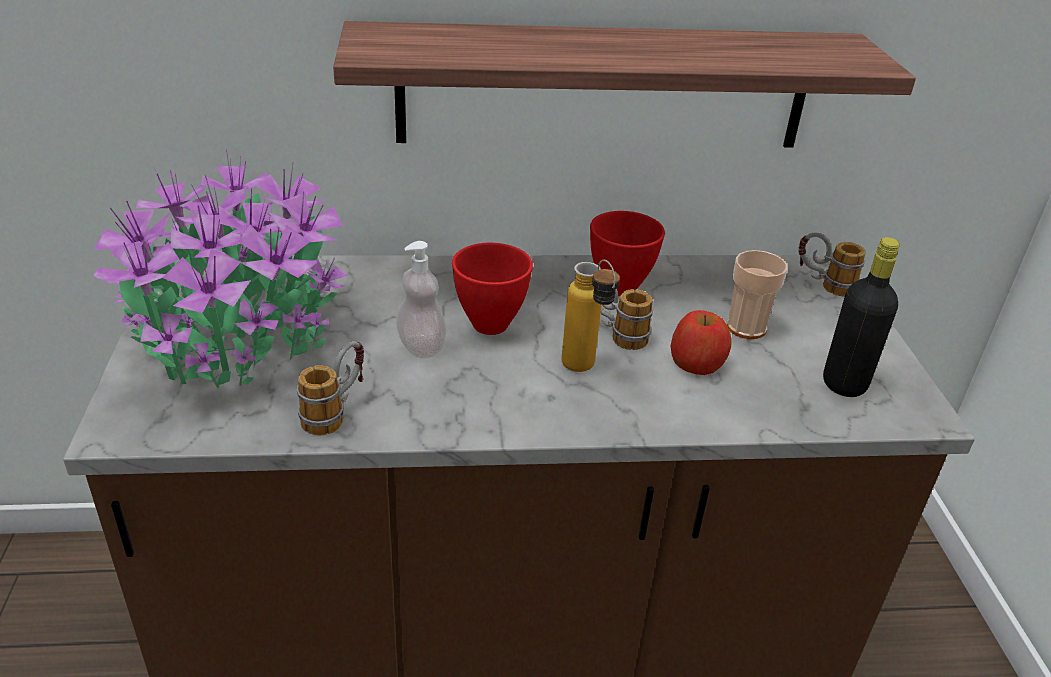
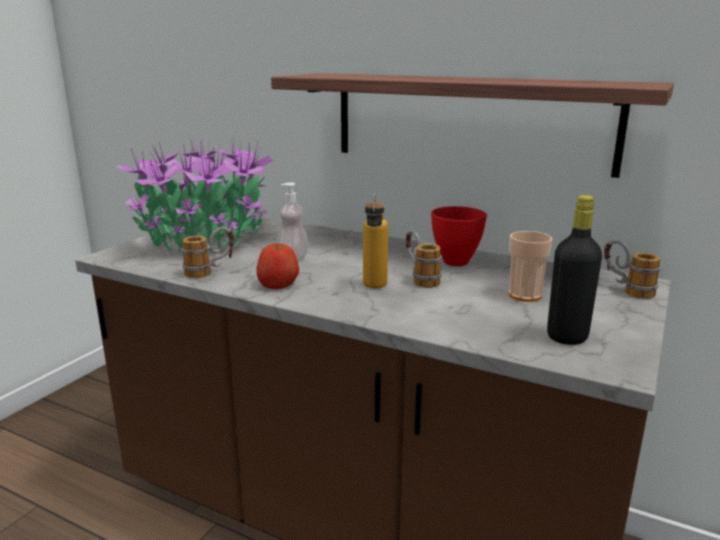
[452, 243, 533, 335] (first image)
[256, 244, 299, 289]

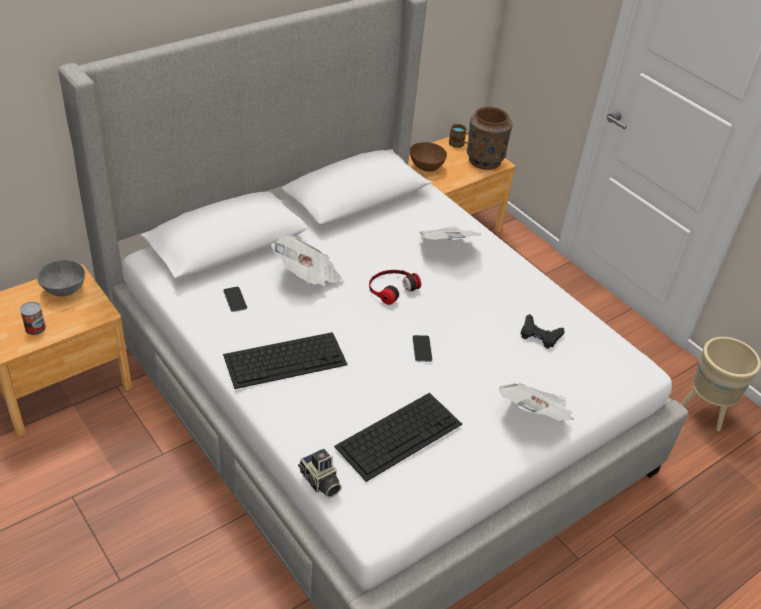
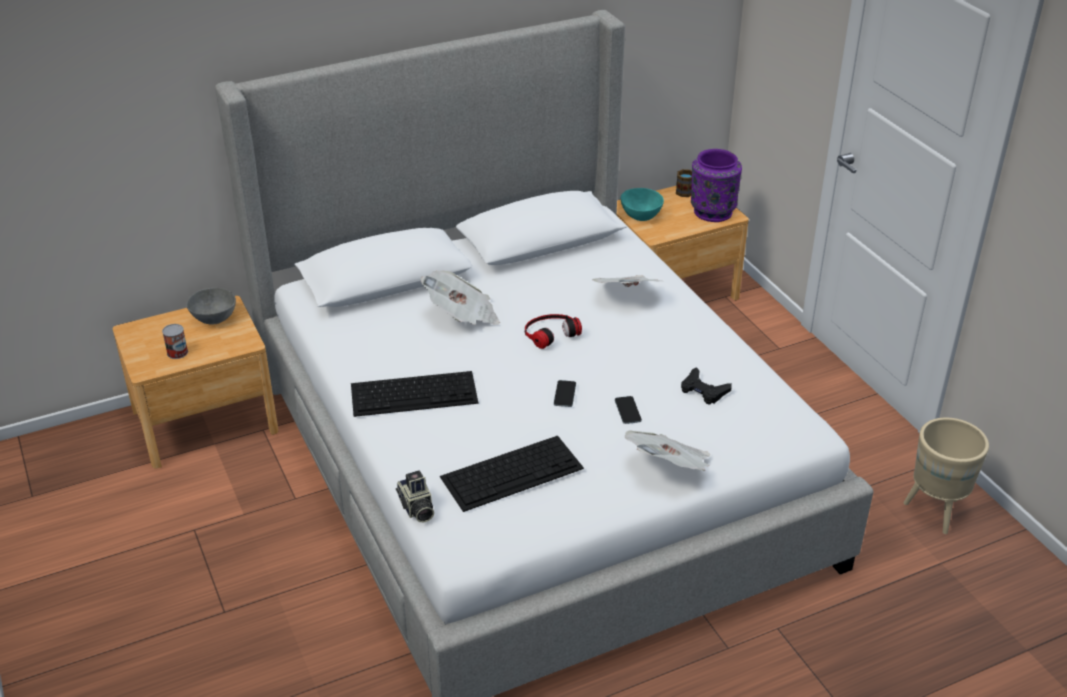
[615, 396, 642, 424]
[621, 188, 664, 221]
[691, 149, 742, 222]

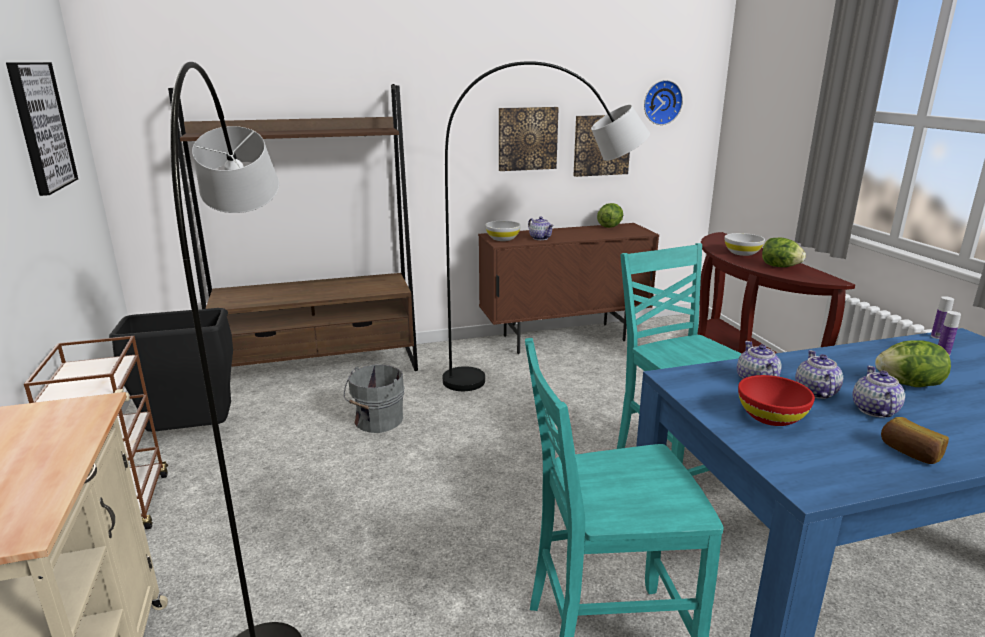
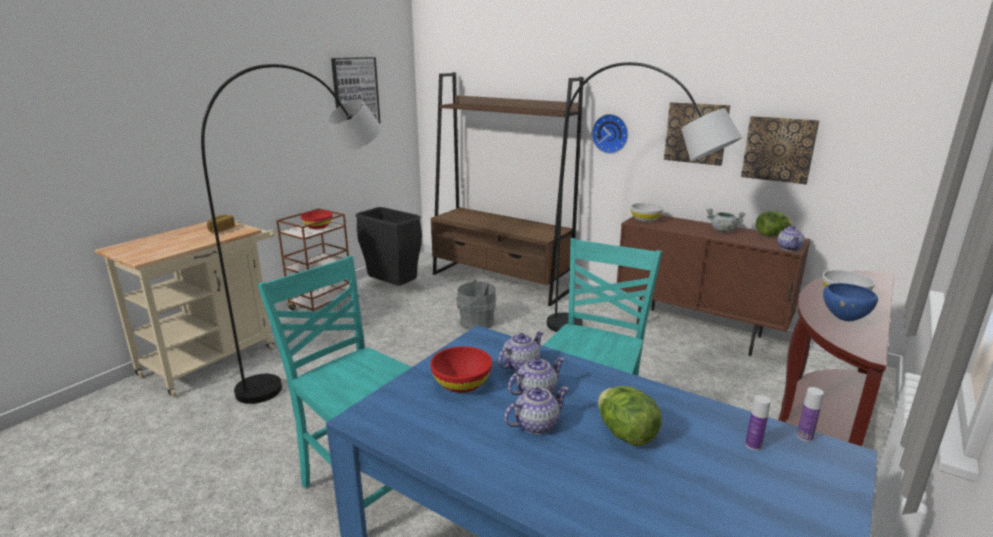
[301, 210, 332, 229]
[706, 208, 746, 233]
[777, 226, 805, 251]
[592, 114, 628, 154]
[207, 215, 235, 233]
[823, 283, 878, 321]

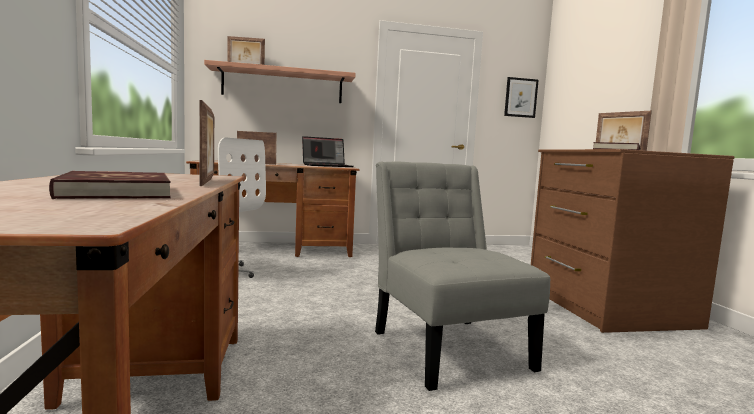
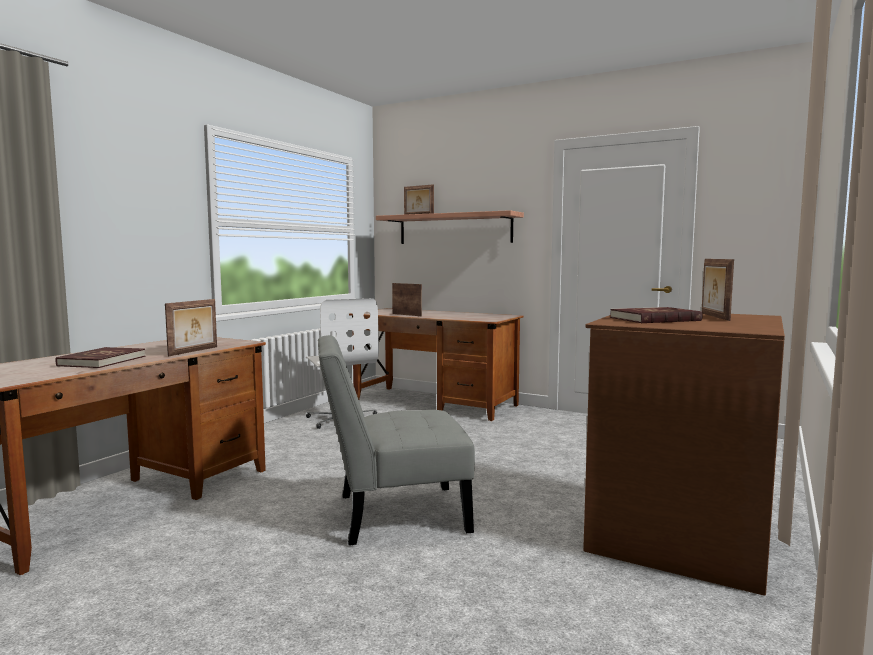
[302, 136, 353, 167] (first image)
[504, 77, 539, 118] (first image)
[318, 335, 475, 545]

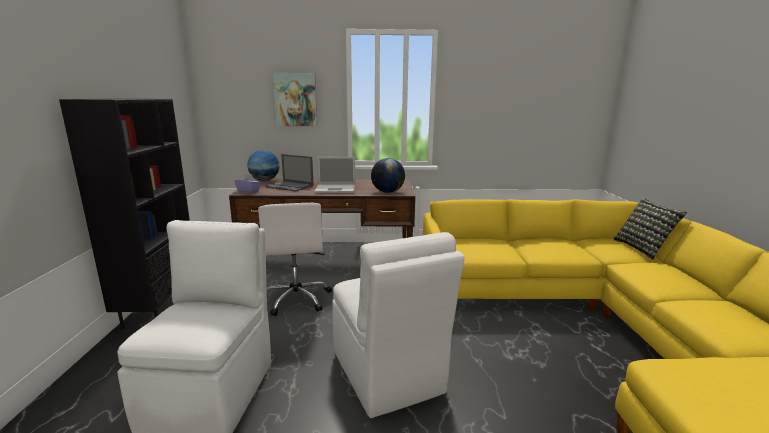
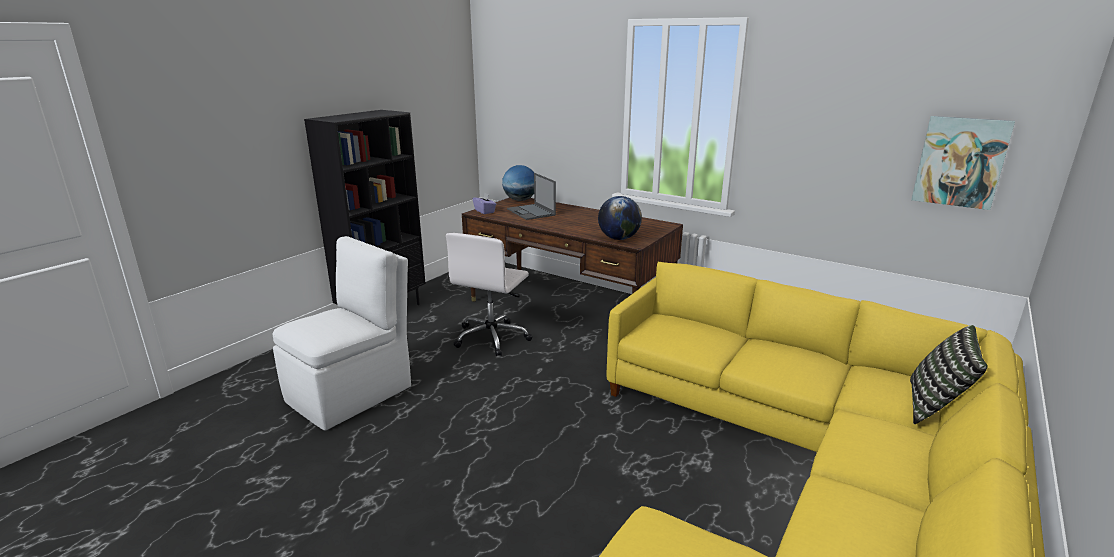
[314, 156, 355, 193] (first image)
[332, 232, 465, 418] (first image)
[911, 116, 1015, 210]

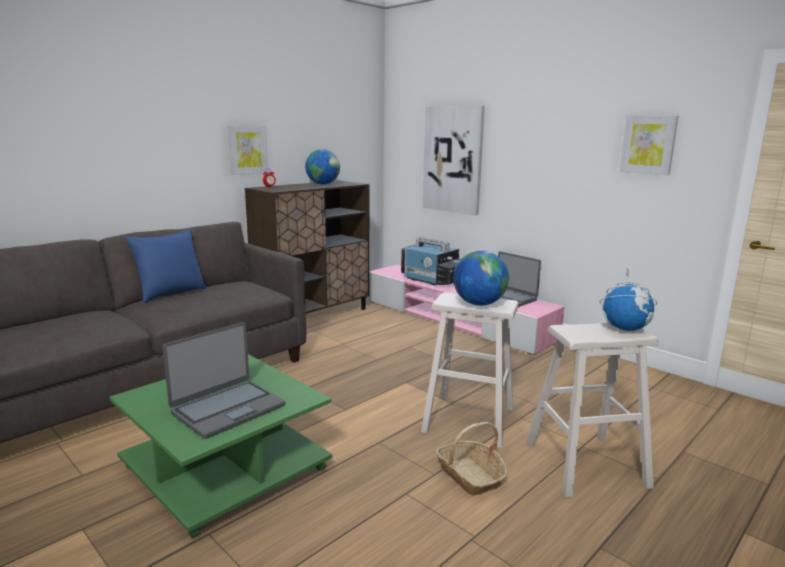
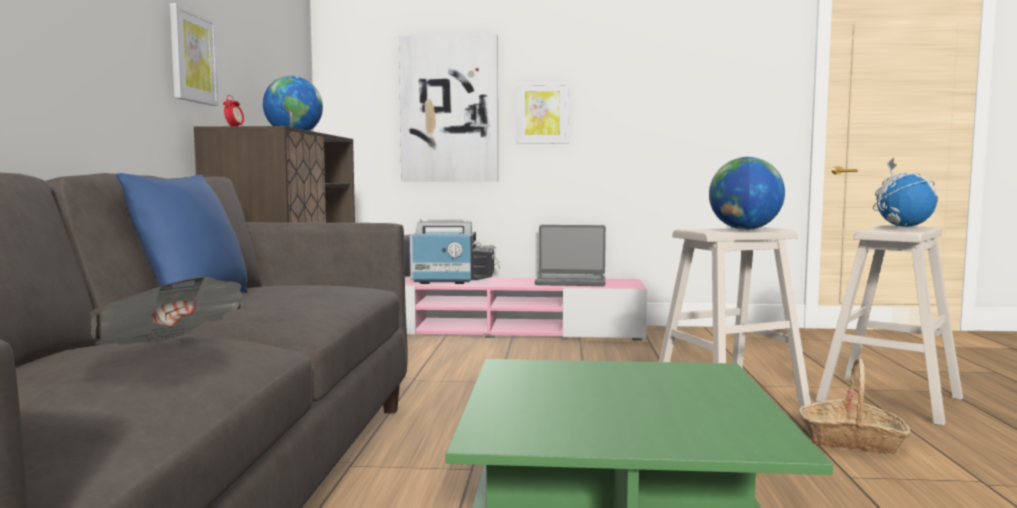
[162, 322, 285, 439] (first image)
[90, 277, 243, 345]
[516, 82, 569, 144]

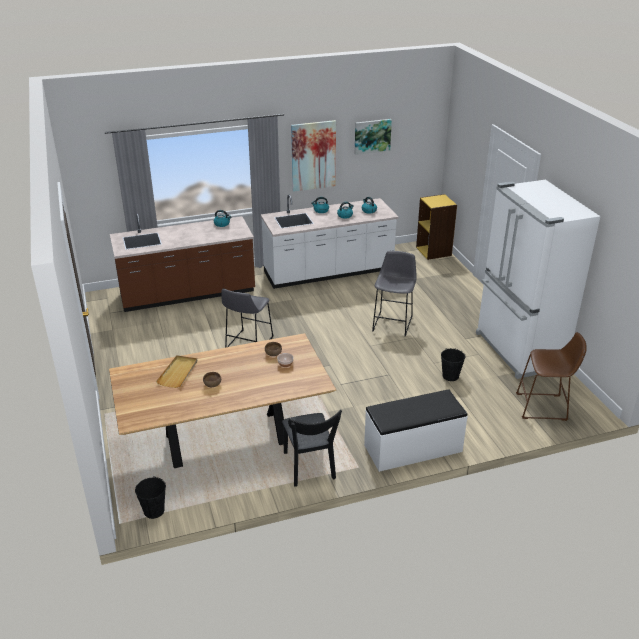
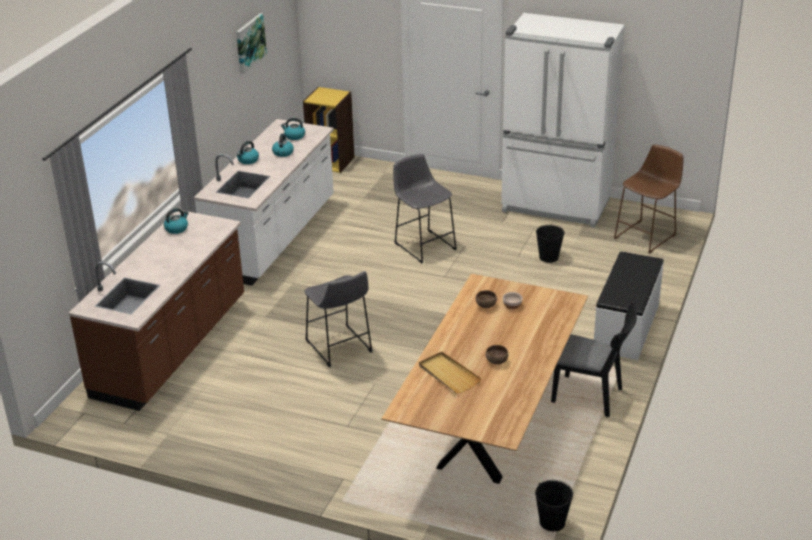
[291, 120, 336, 192] (first image)

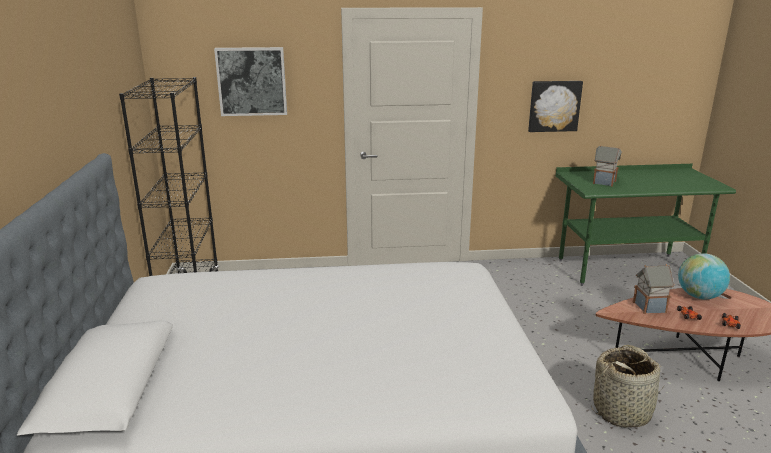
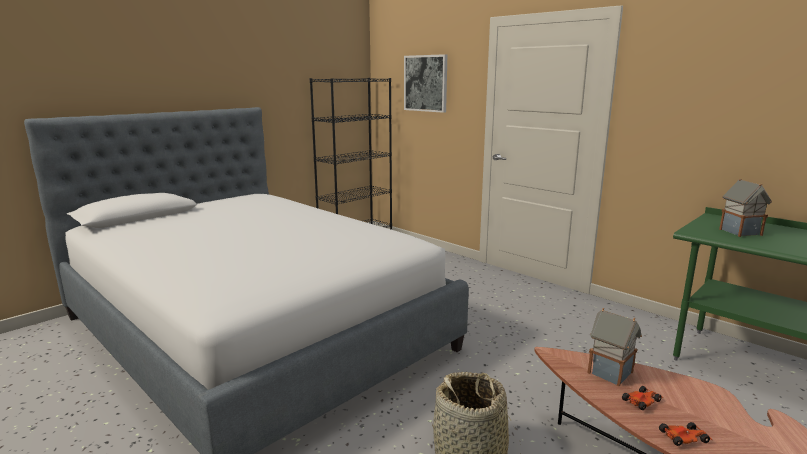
[528, 81, 583, 132] (first image)
[678, 253, 730, 299] (first image)

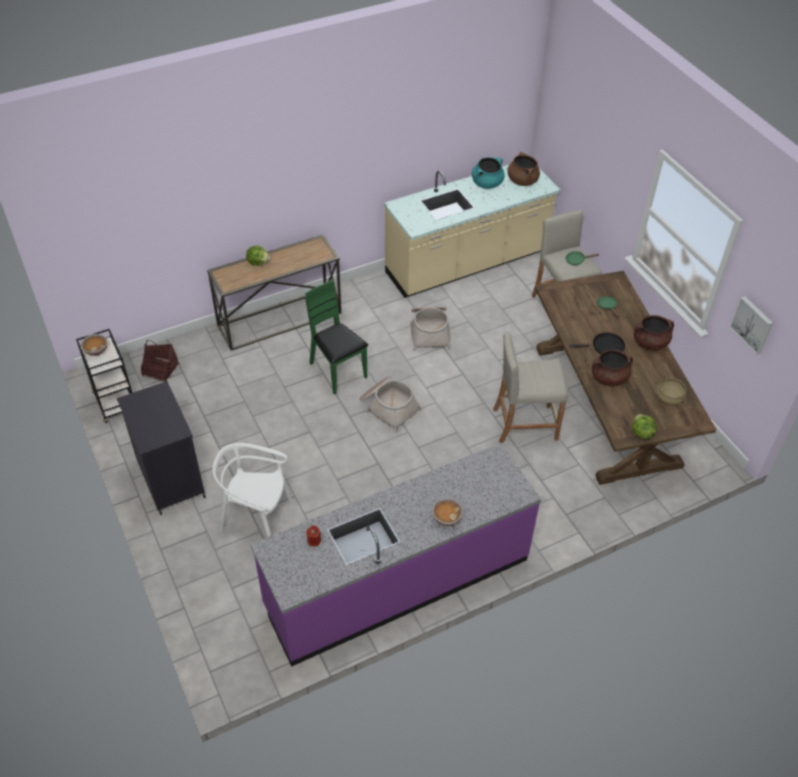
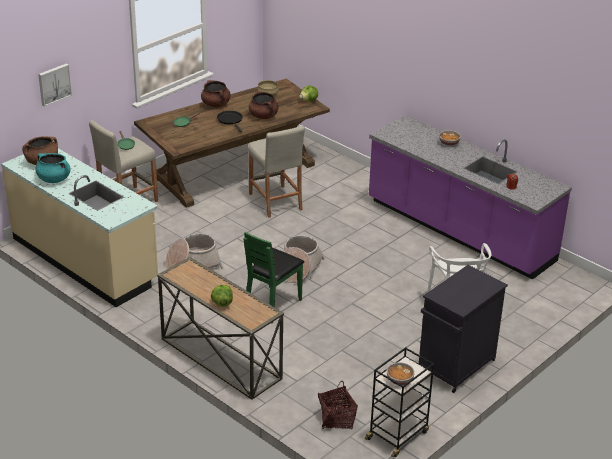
[38, 63, 72, 106]

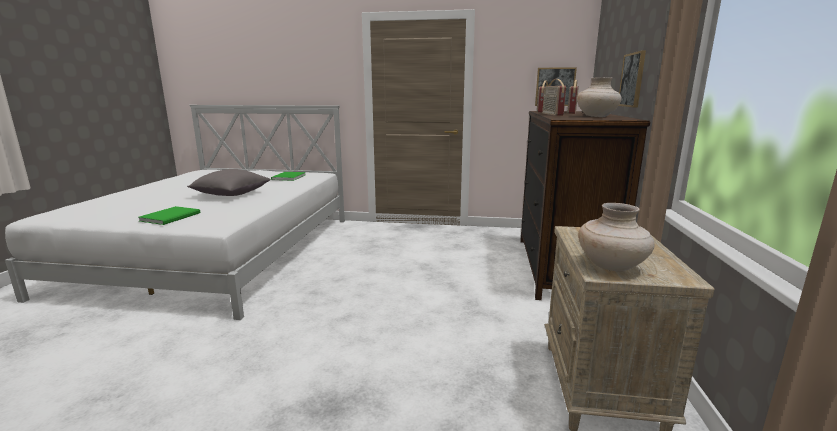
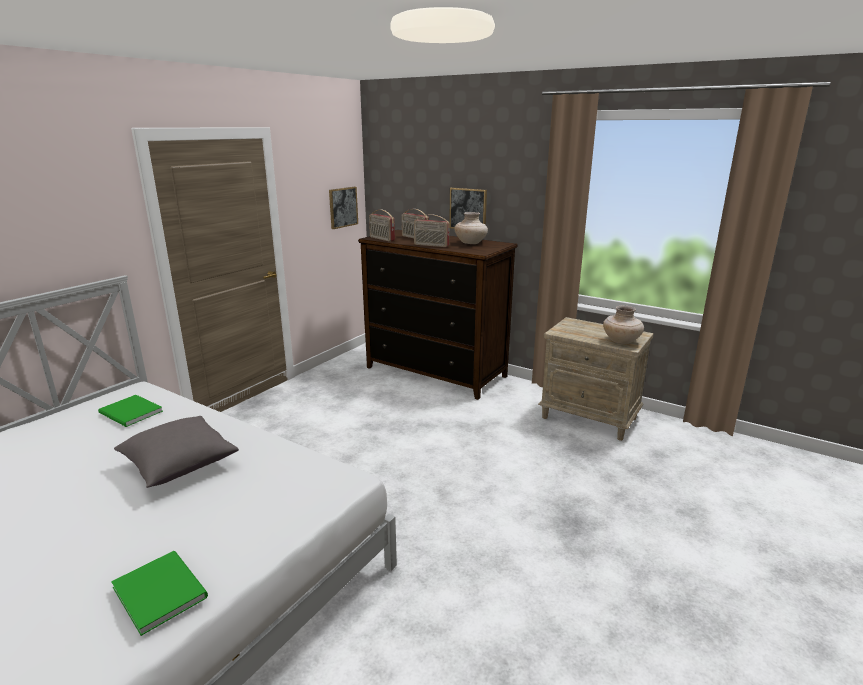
[111, 551, 208, 636]

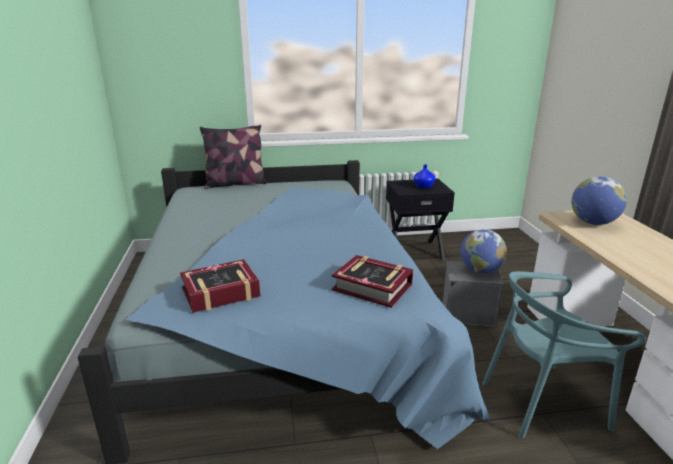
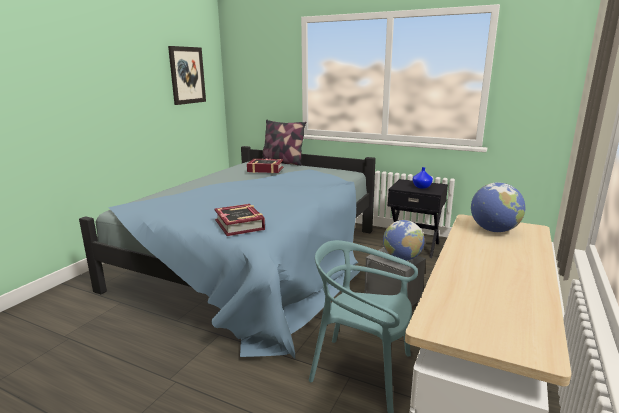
[168, 46, 206, 105]
[247, 158, 284, 173]

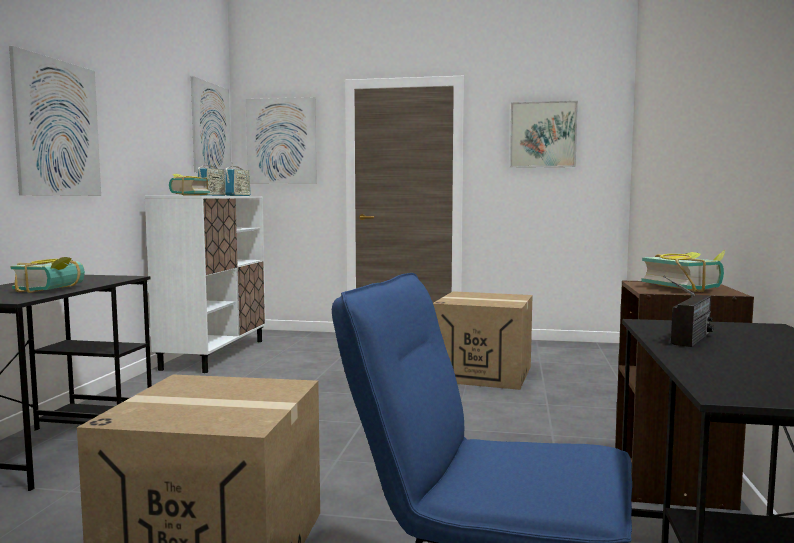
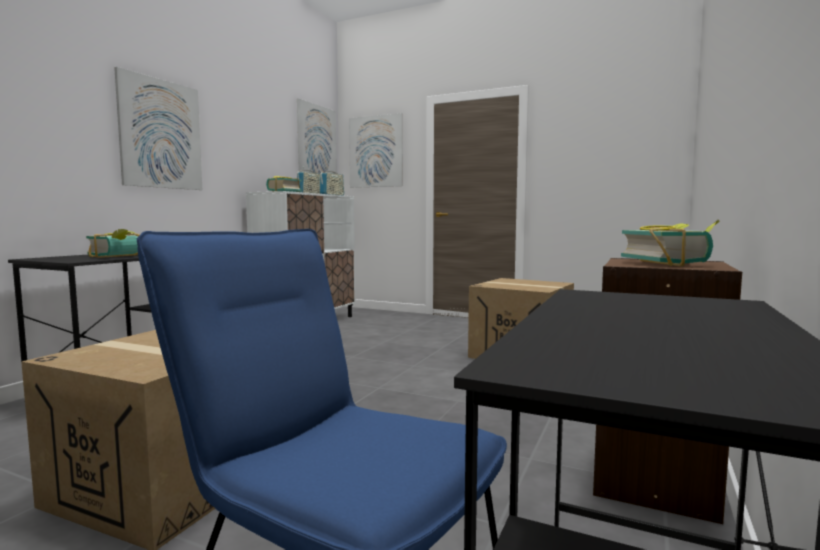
[510, 101, 578, 168] (first image)
[664, 276, 714, 347] (first image)

